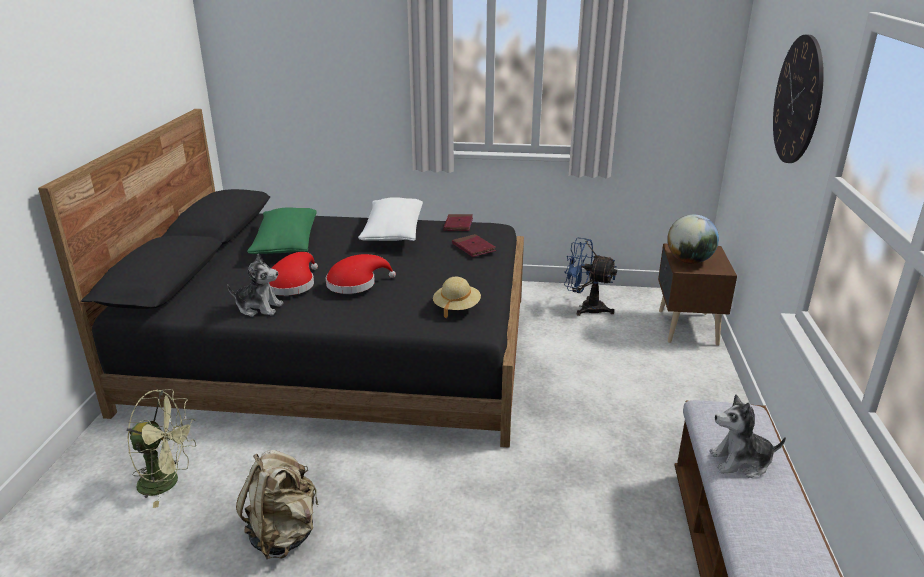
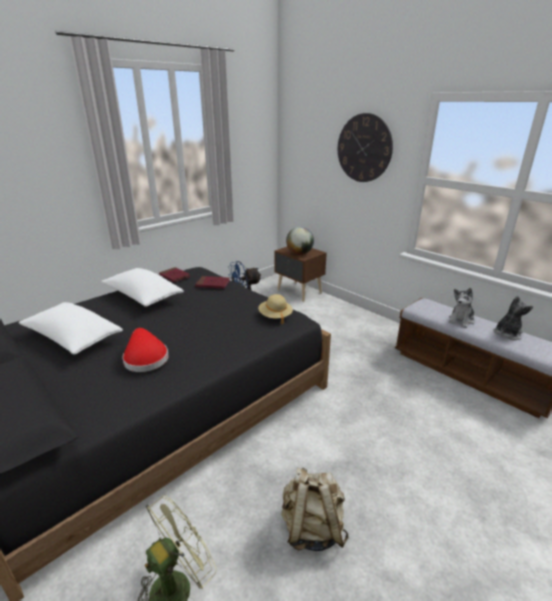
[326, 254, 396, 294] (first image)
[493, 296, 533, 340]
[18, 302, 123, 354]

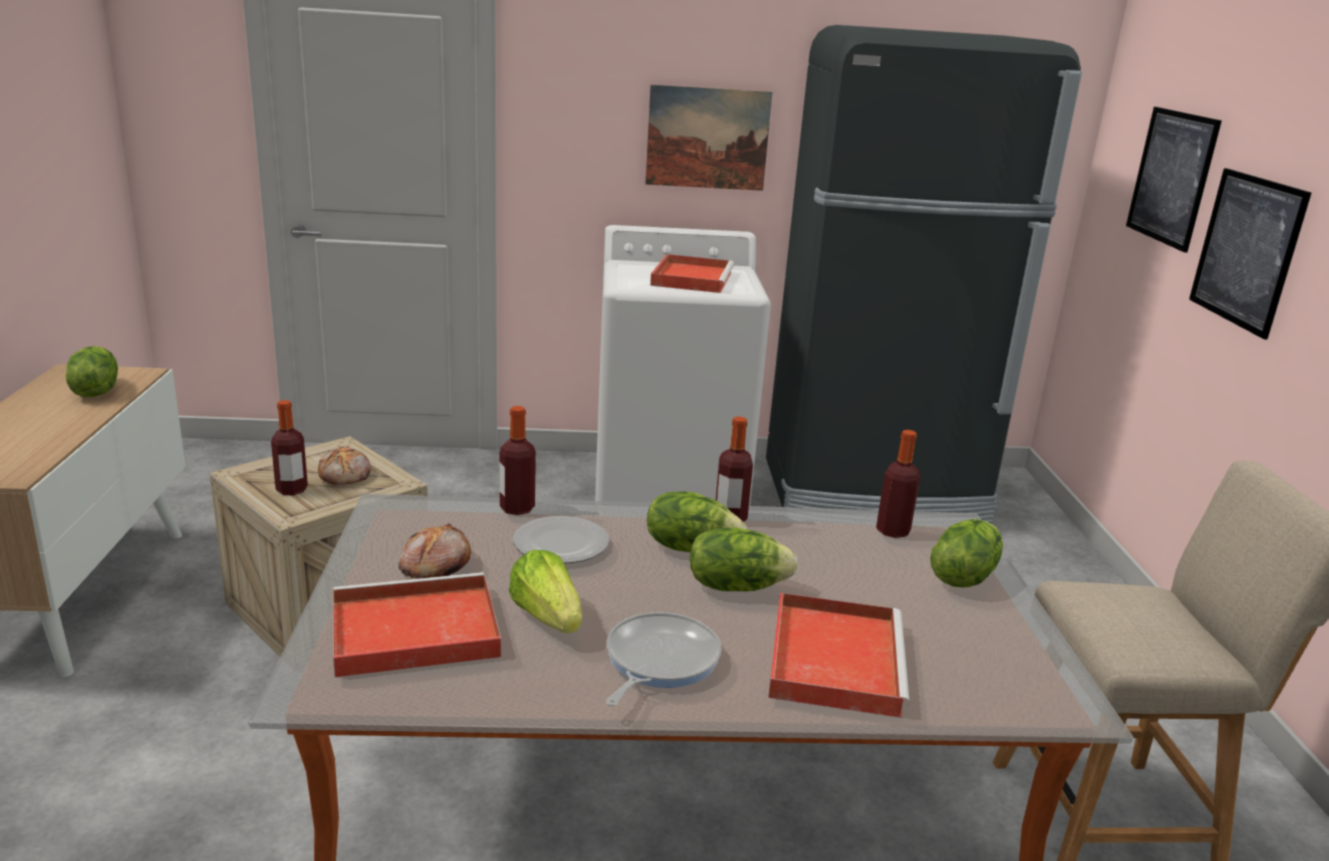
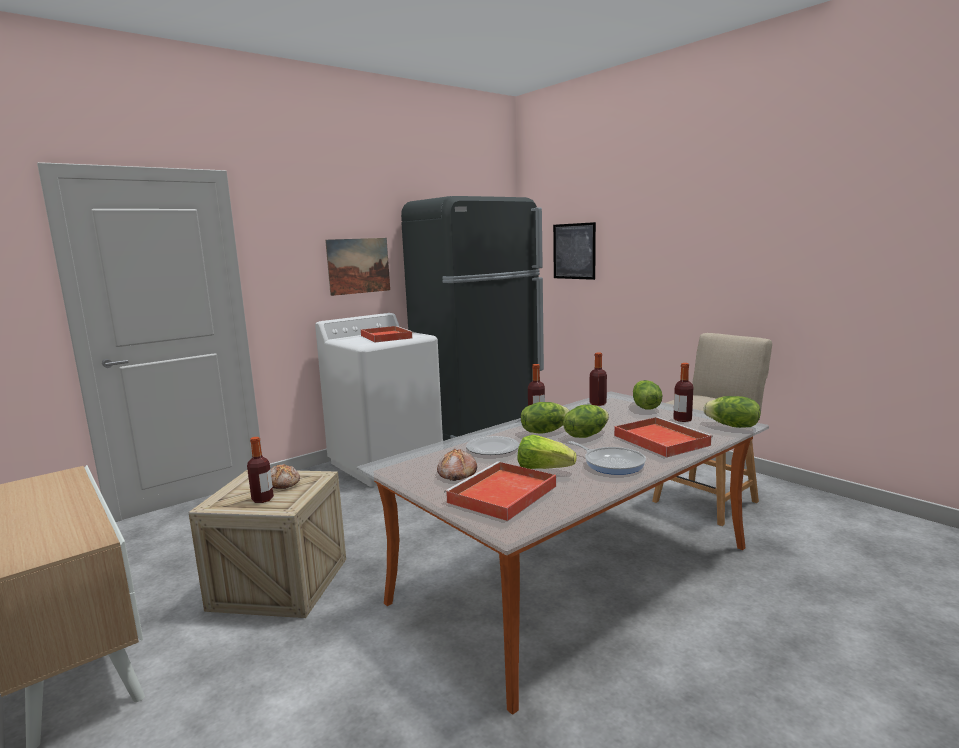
[1189, 168, 1312, 339] (first image)
[703, 396, 761, 428]
[673, 363, 693, 422]
[568, 441, 646, 475]

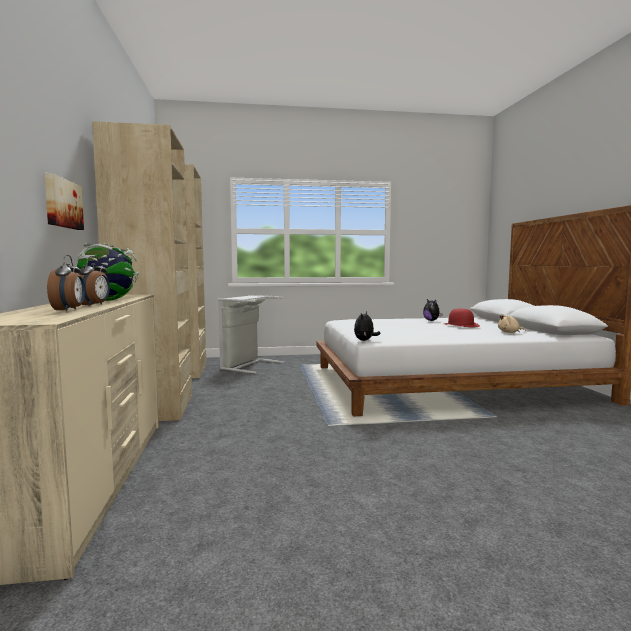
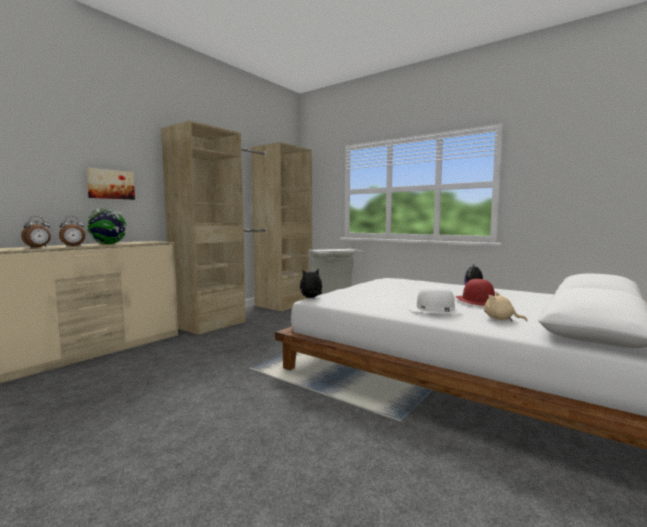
[409, 286, 463, 315]

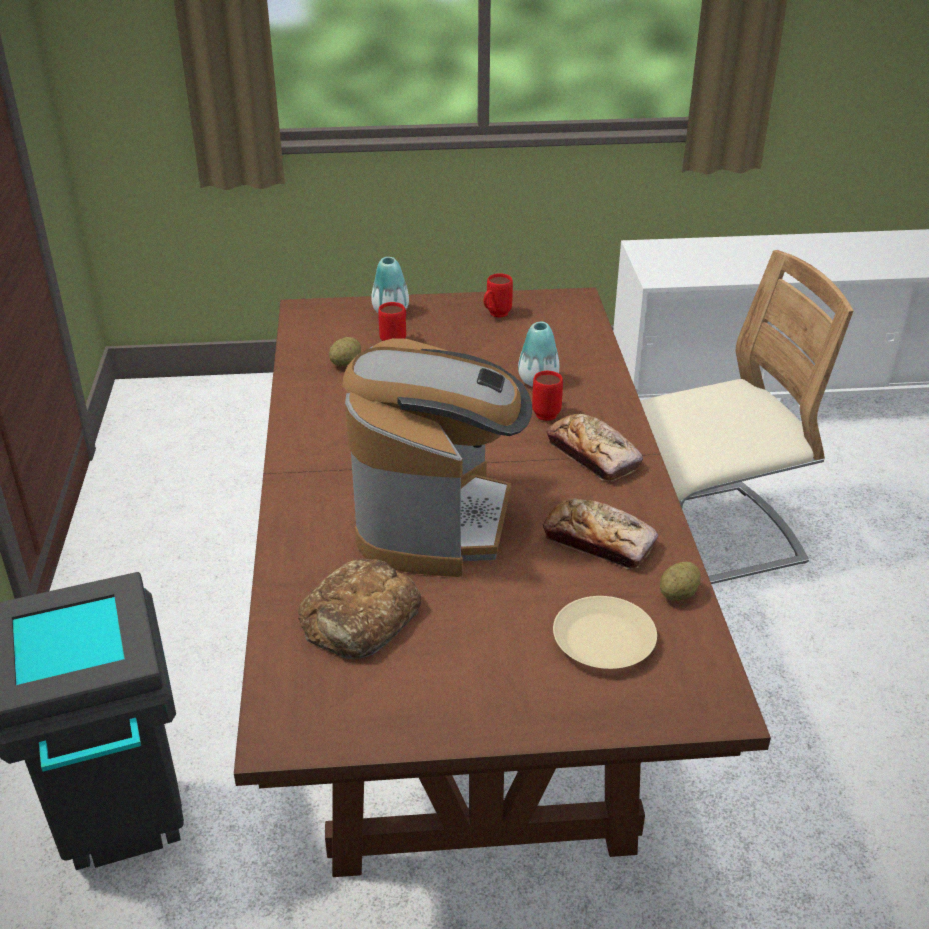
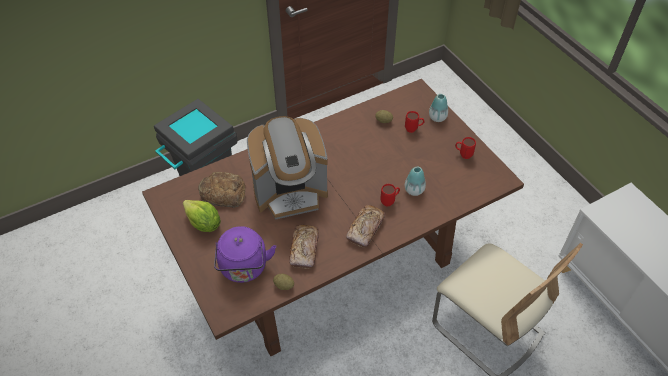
[183, 200, 221, 232]
[214, 226, 276, 283]

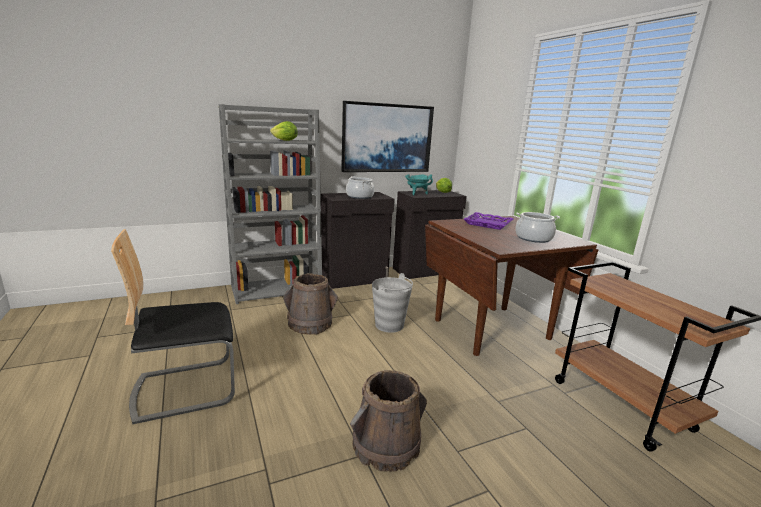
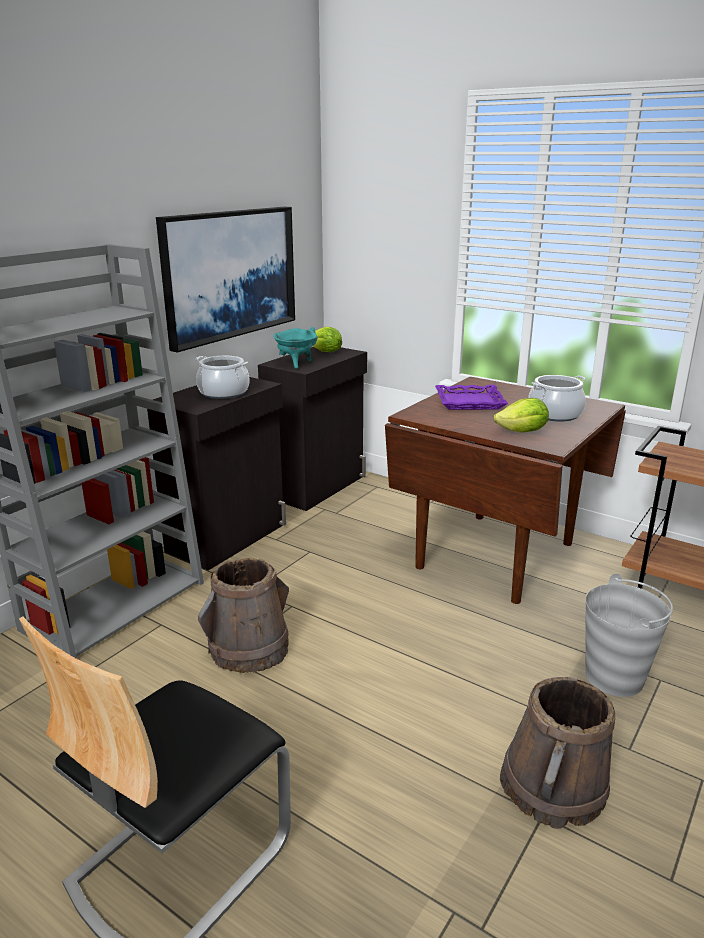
[494, 398, 549, 433]
[586, 573, 673, 697]

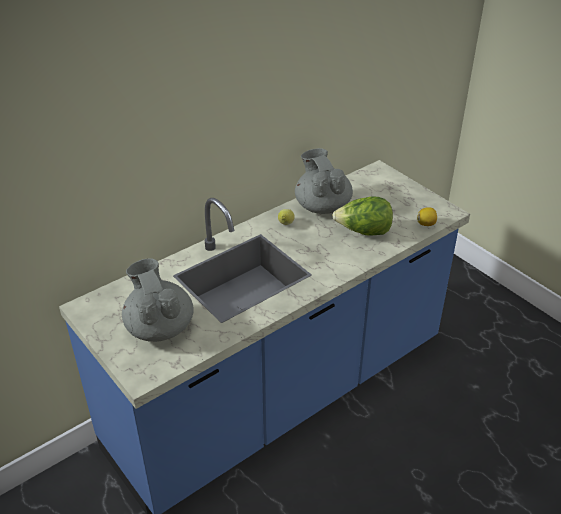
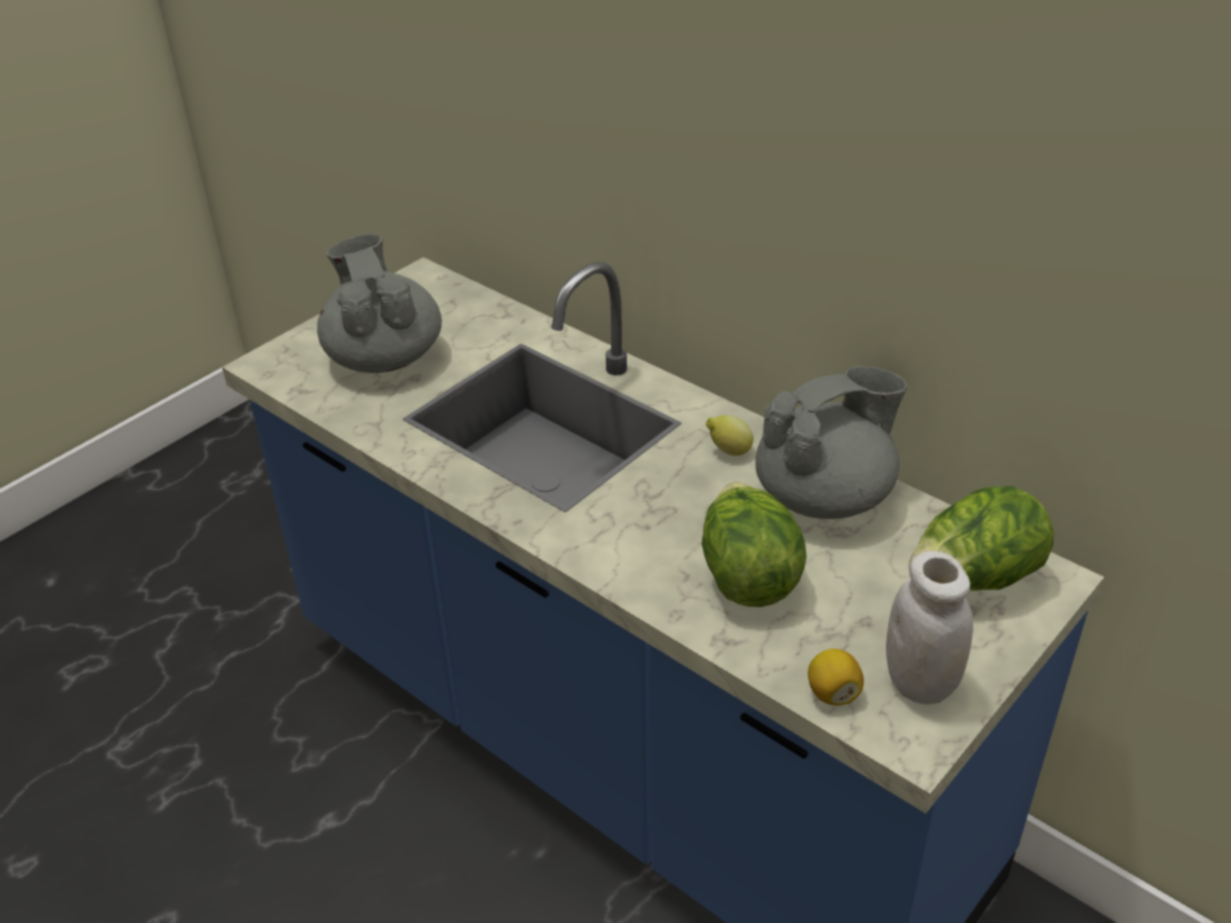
[886, 551, 973, 704]
[909, 486, 1054, 591]
[317, 234, 442, 373]

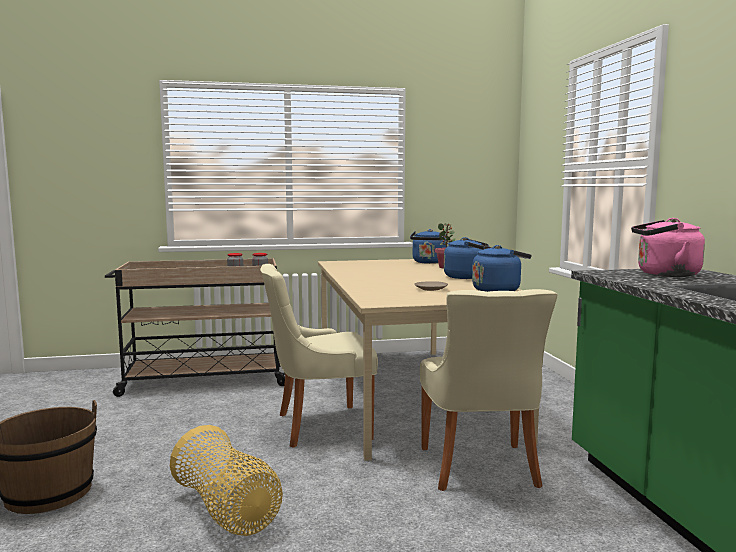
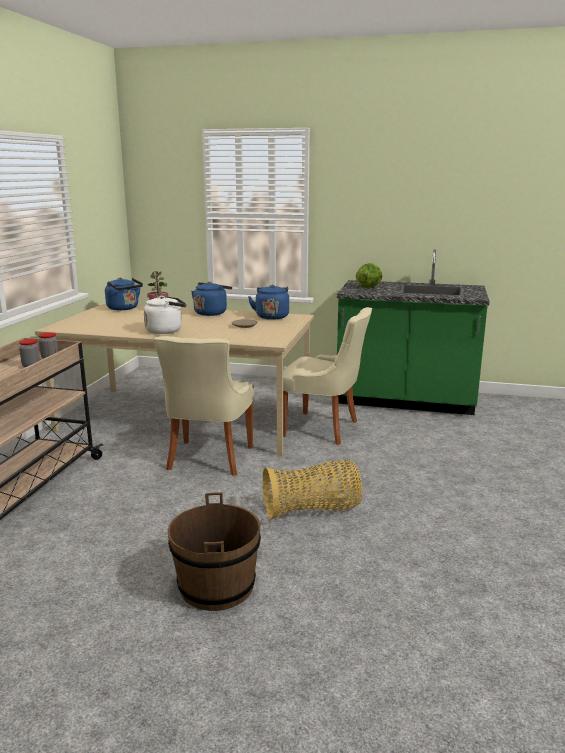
[144, 295, 186, 334]
[356, 263, 382, 288]

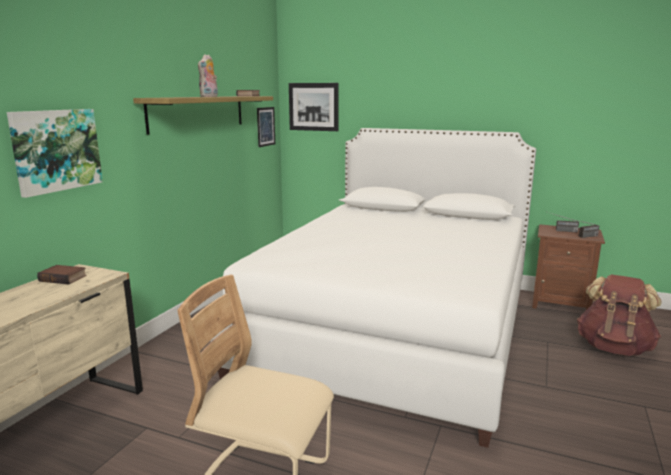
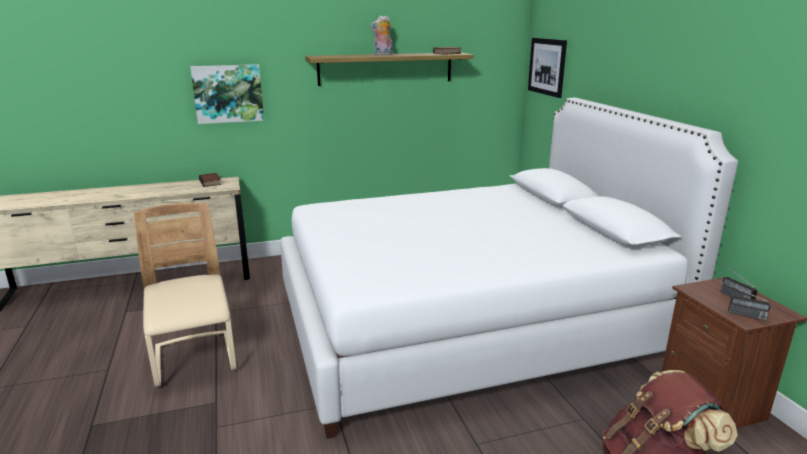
[257, 107, 275, 147] (first image)

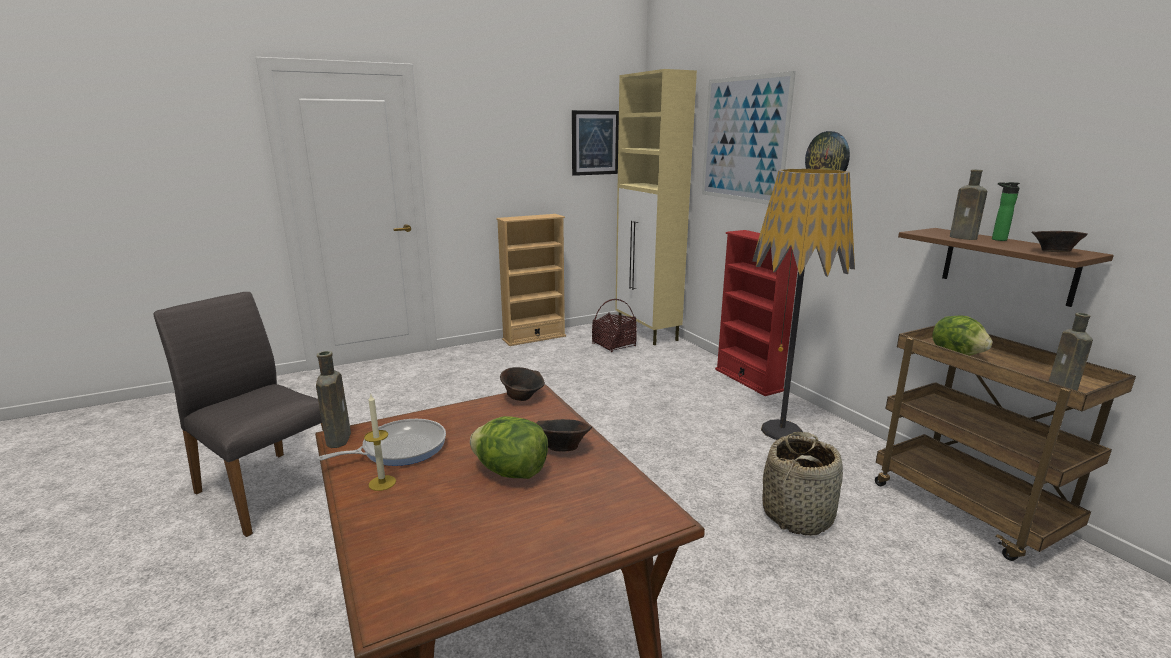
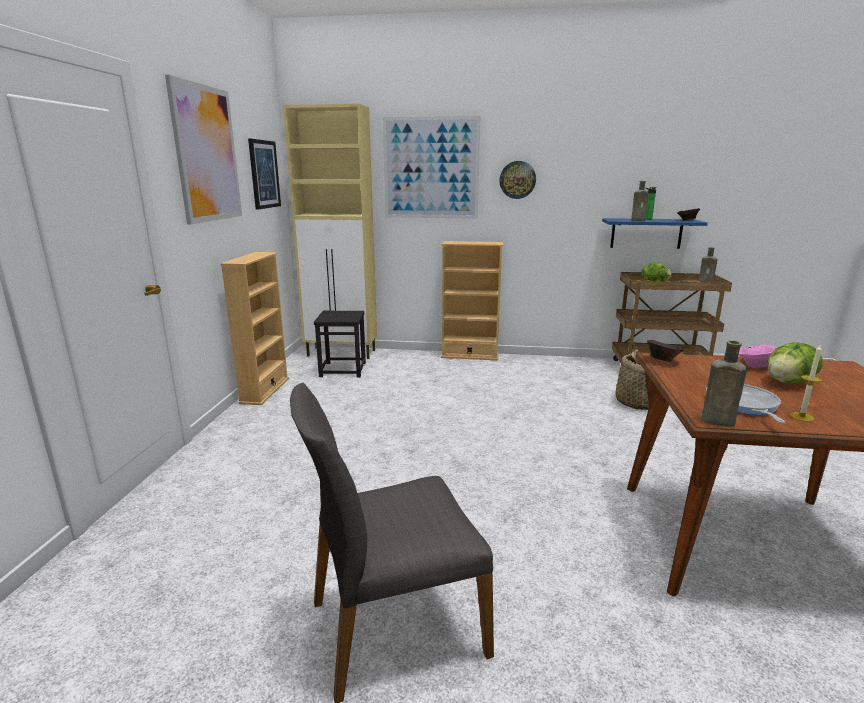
[752, 169, 855, 440] (first image)
[165, 75, 242, 225]
[314, 311, 366, 377]
[739, 344, 778, 368]
[441, 241, 503, 360]
[602, 218, 708, 249]

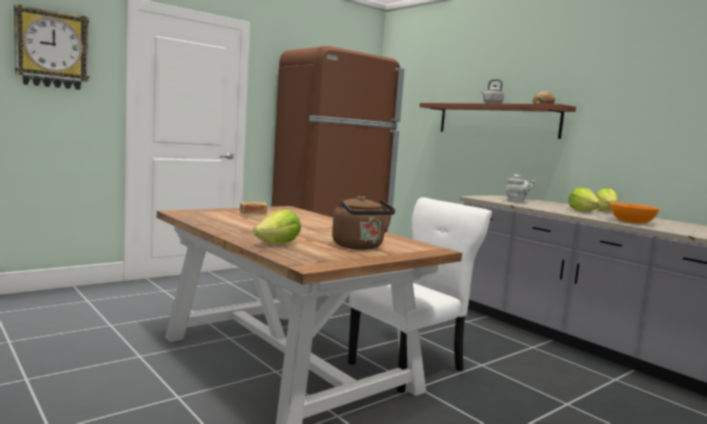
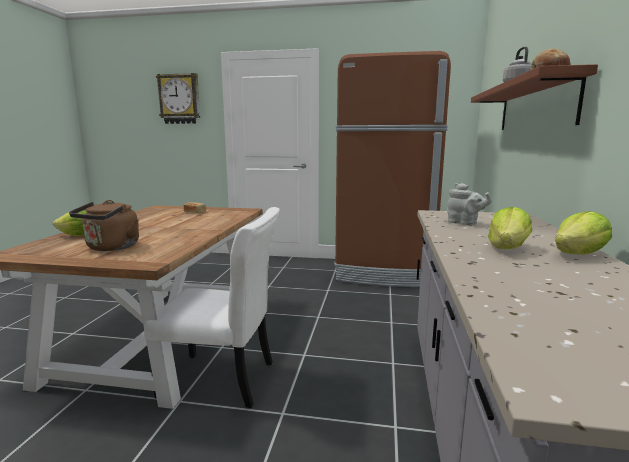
[609, 203, 660, 224] (first image)

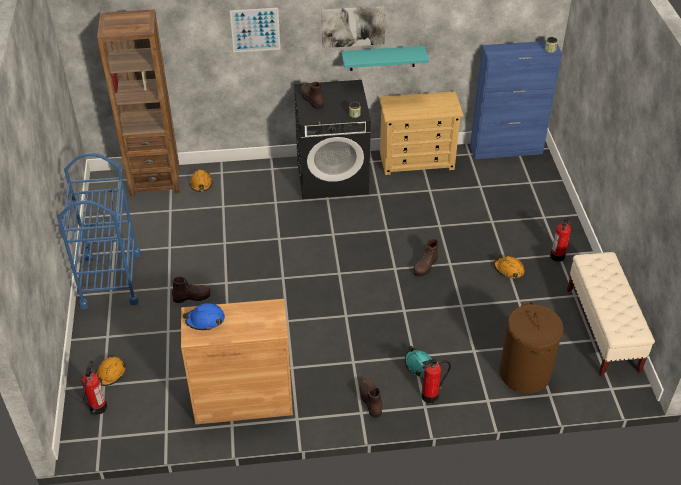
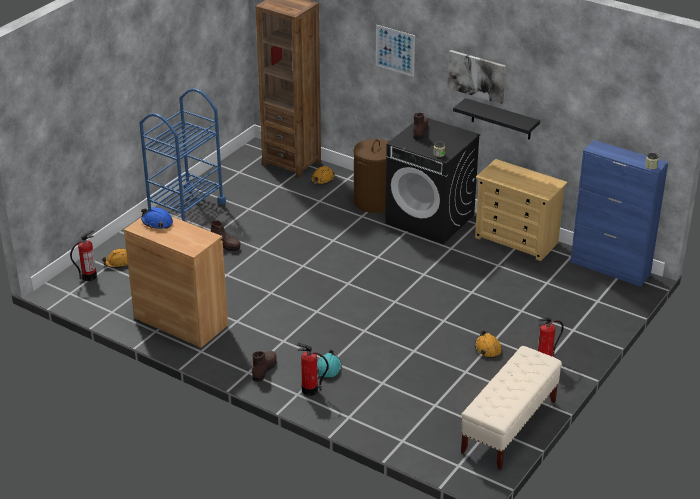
[413, 239, 438, 276] (first image)
[354, 139, 389, 213]
[453, 98, 540, 140]

